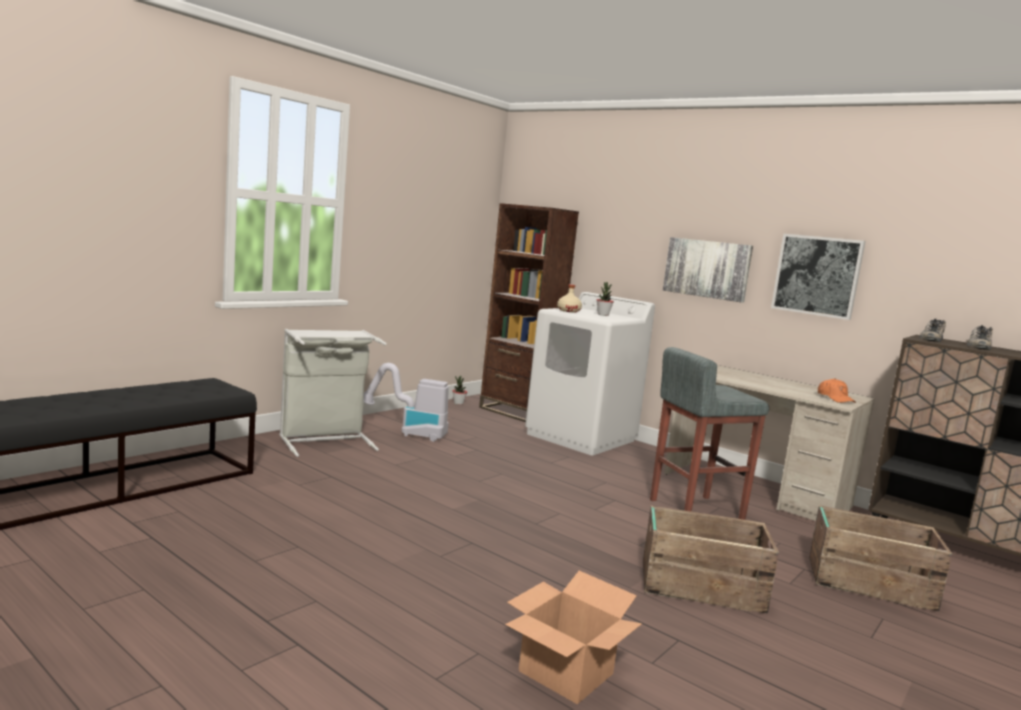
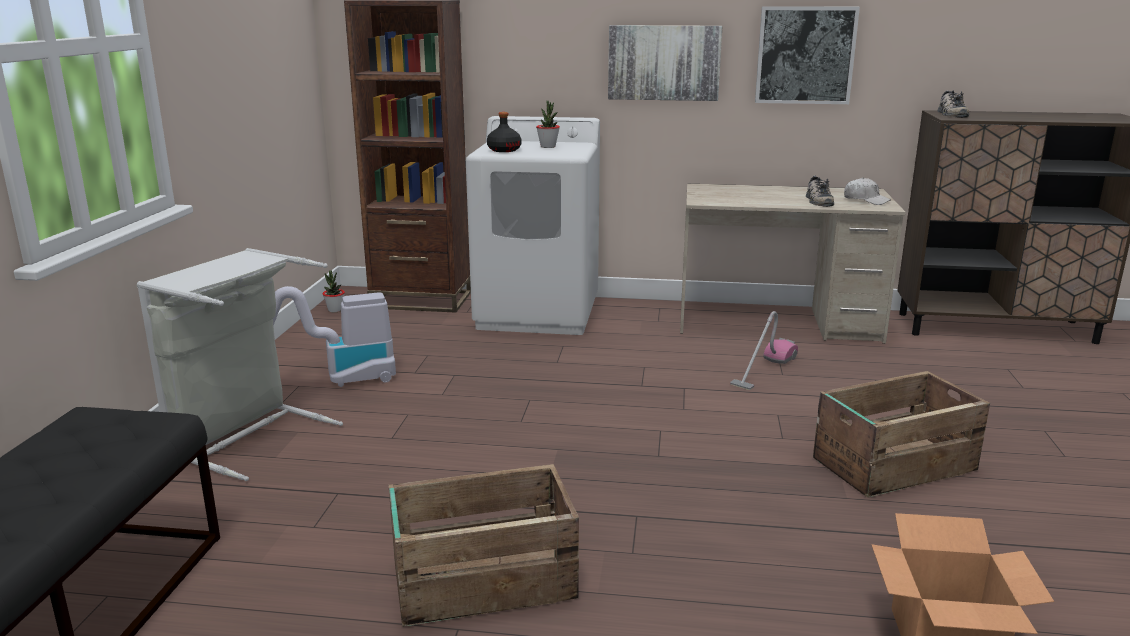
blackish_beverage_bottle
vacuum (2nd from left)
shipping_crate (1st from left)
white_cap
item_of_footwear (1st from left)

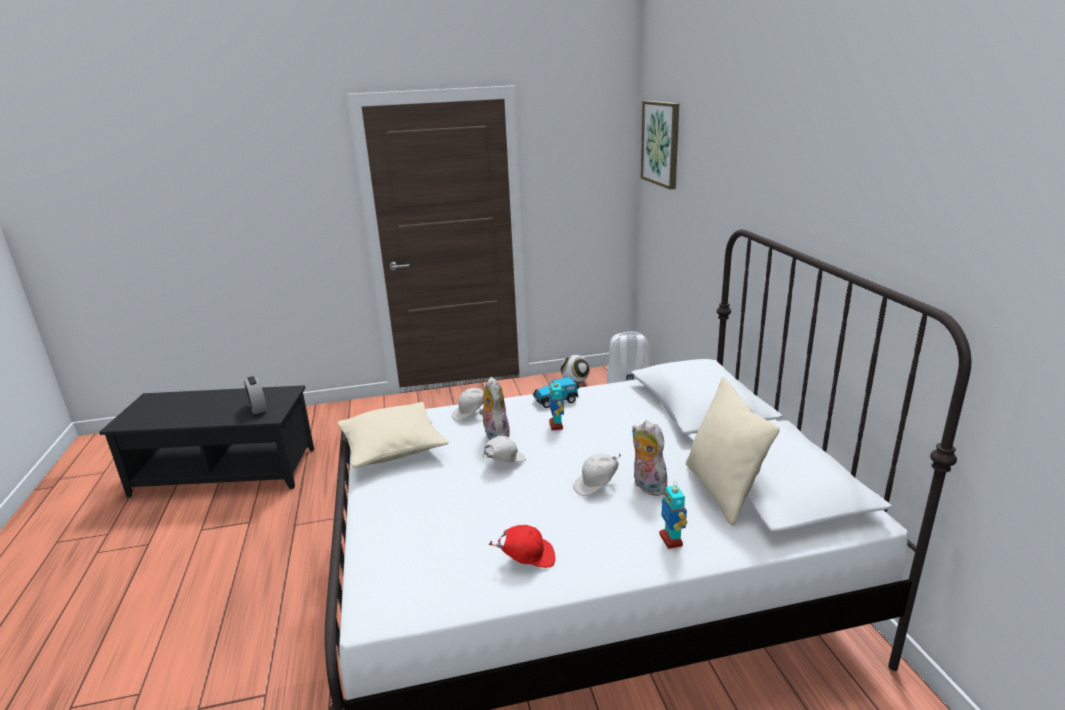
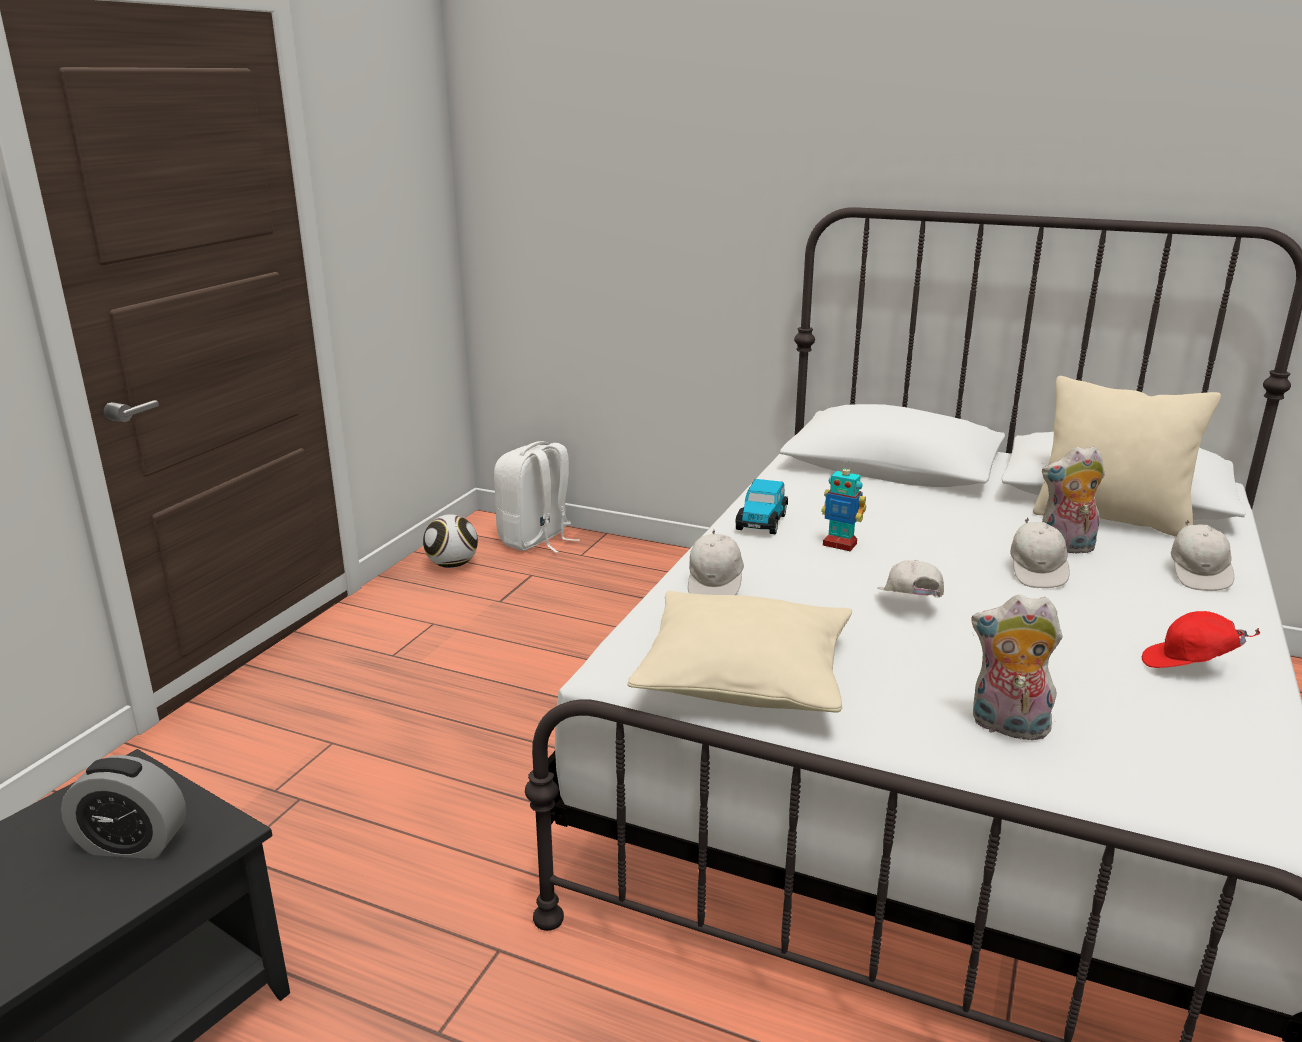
plush_toy (1st from left)
red-coloured_cap
wall_picture
white_cap (4th from left)

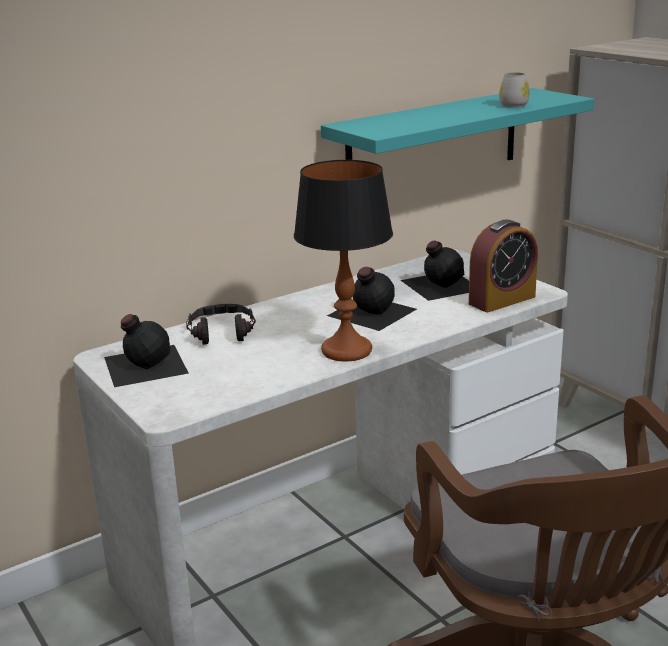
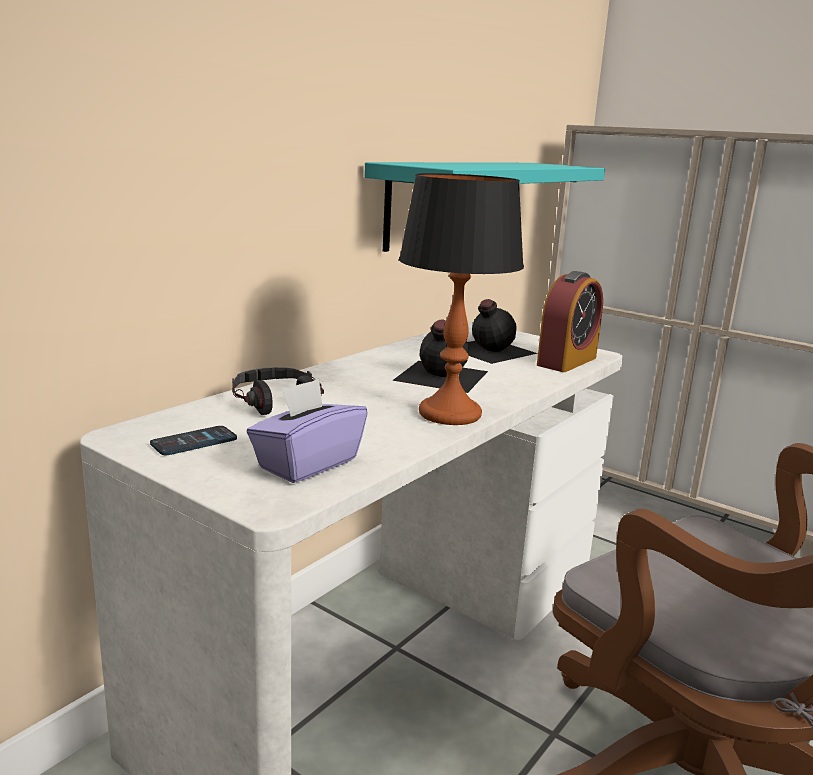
phone
white_tea_mug
purplish_box_of_tissues

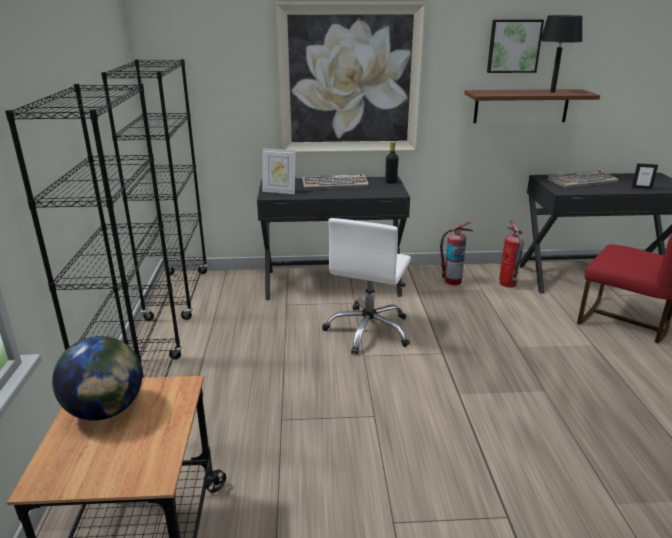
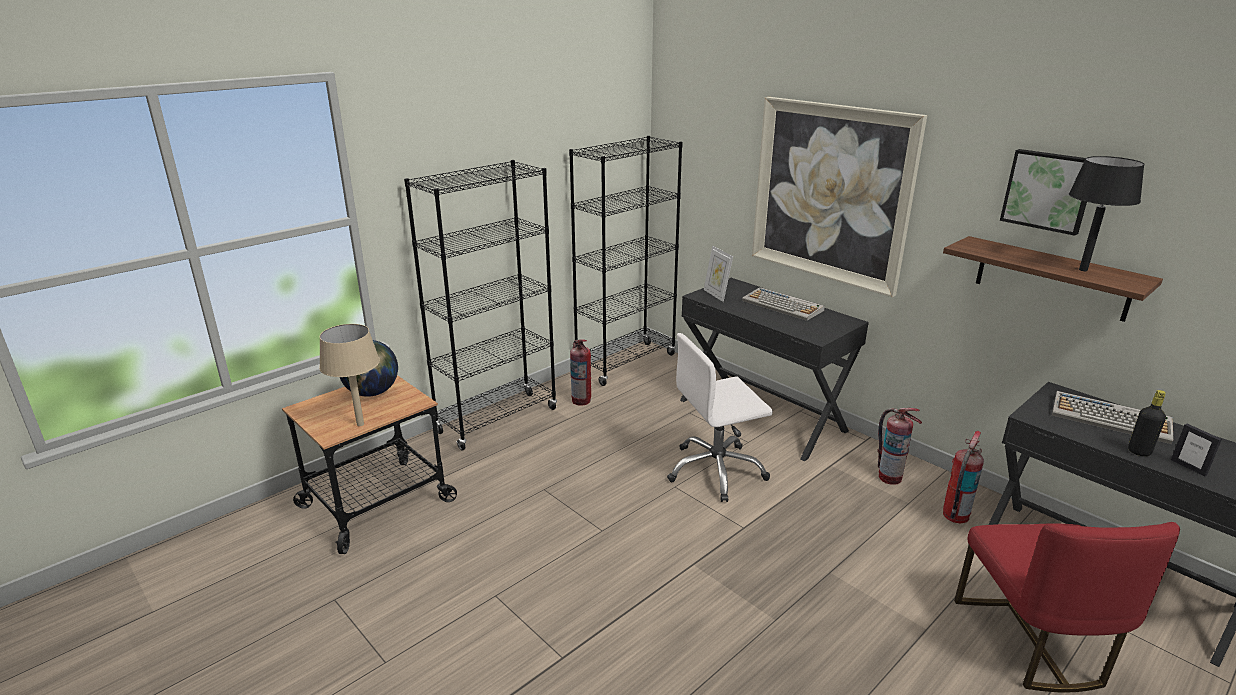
blackish_beverage_bottle
sand-coloured_tabletop_lamp
extinguisher (1st from left)

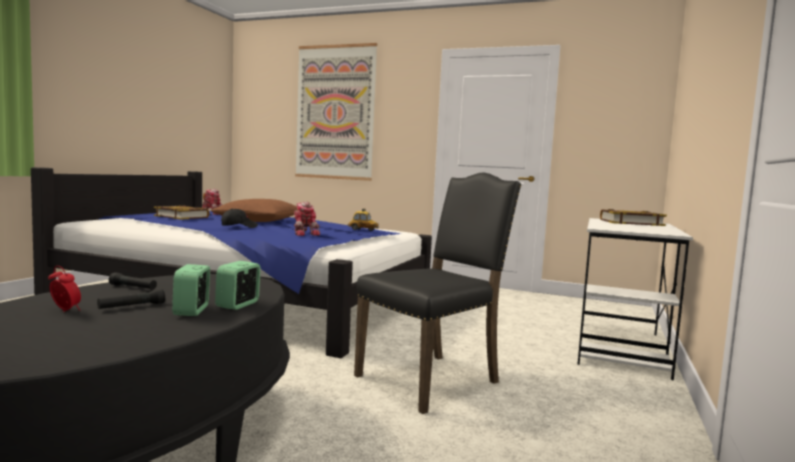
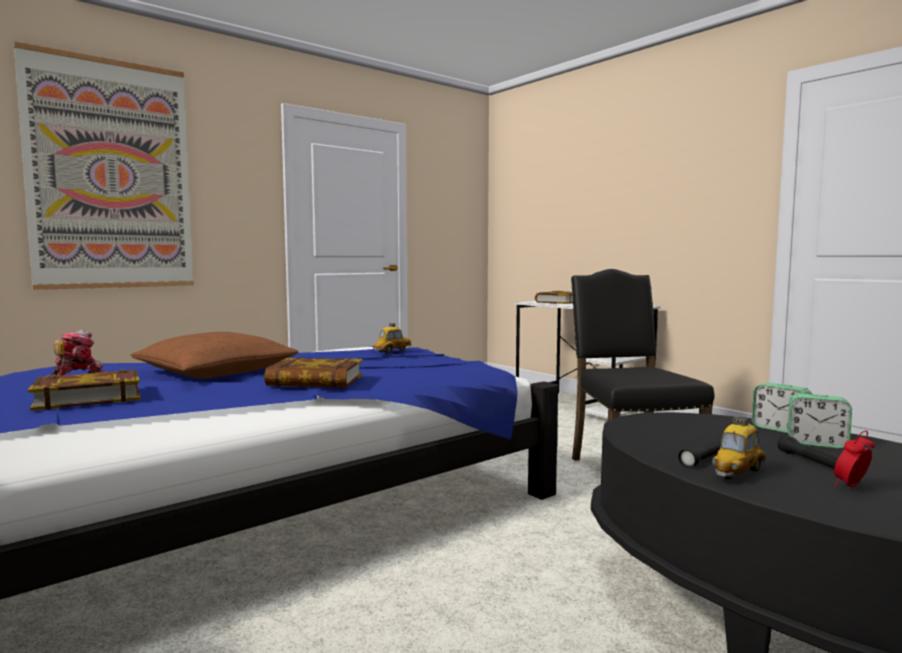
bound_book (2nd from left)
toy_robot (2nd from left in the first image)
model_car (2nd from left)

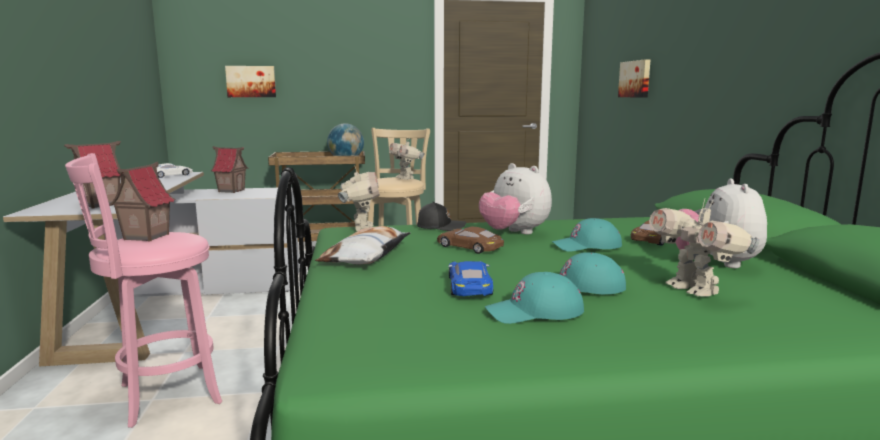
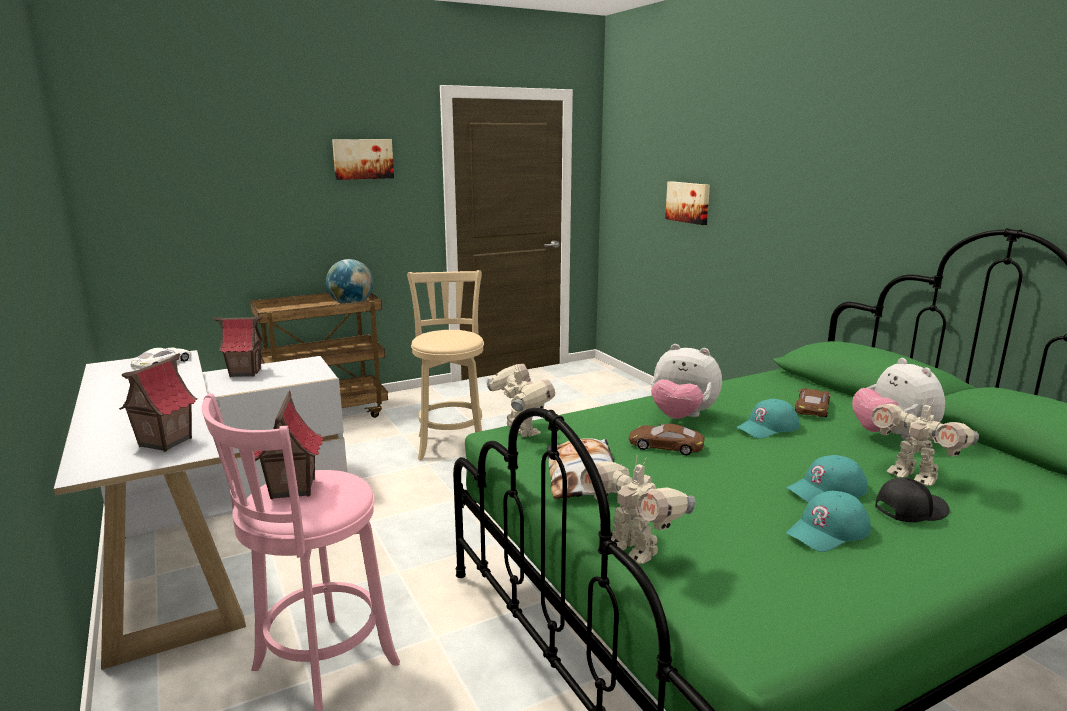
wall_picture (1st from left)
toy_robot (2nd from left)
blackish_cap
blue_model_car

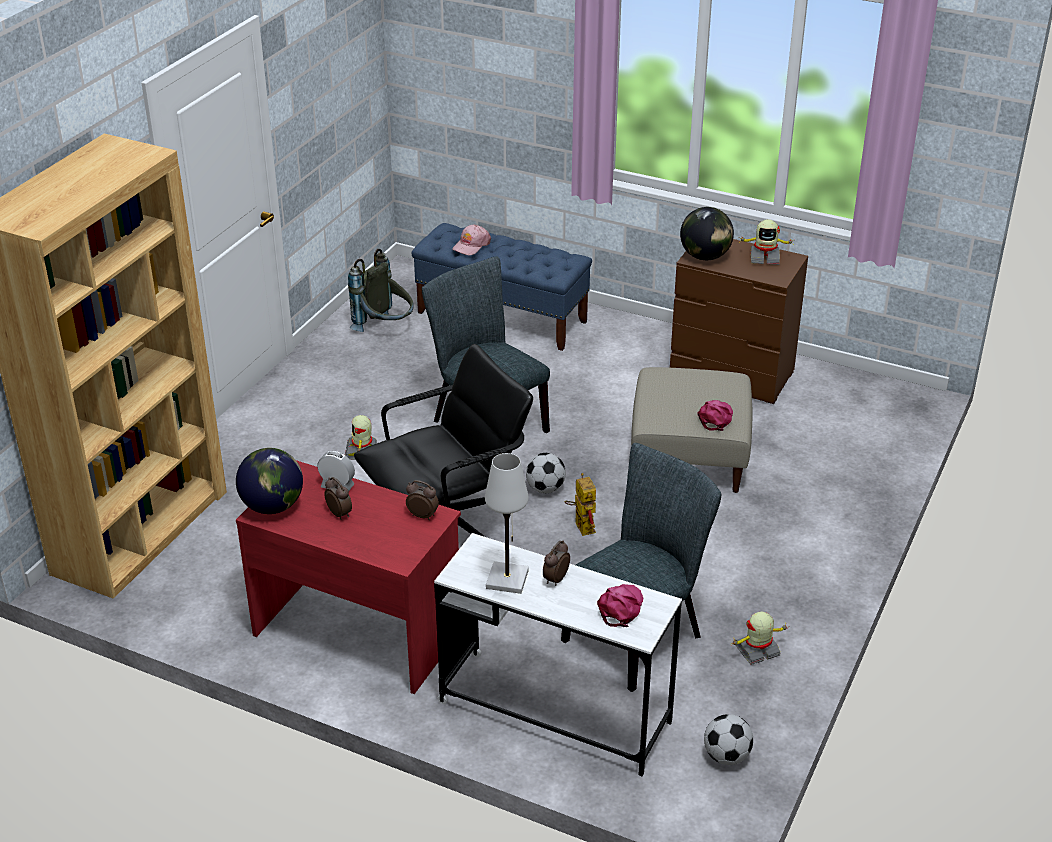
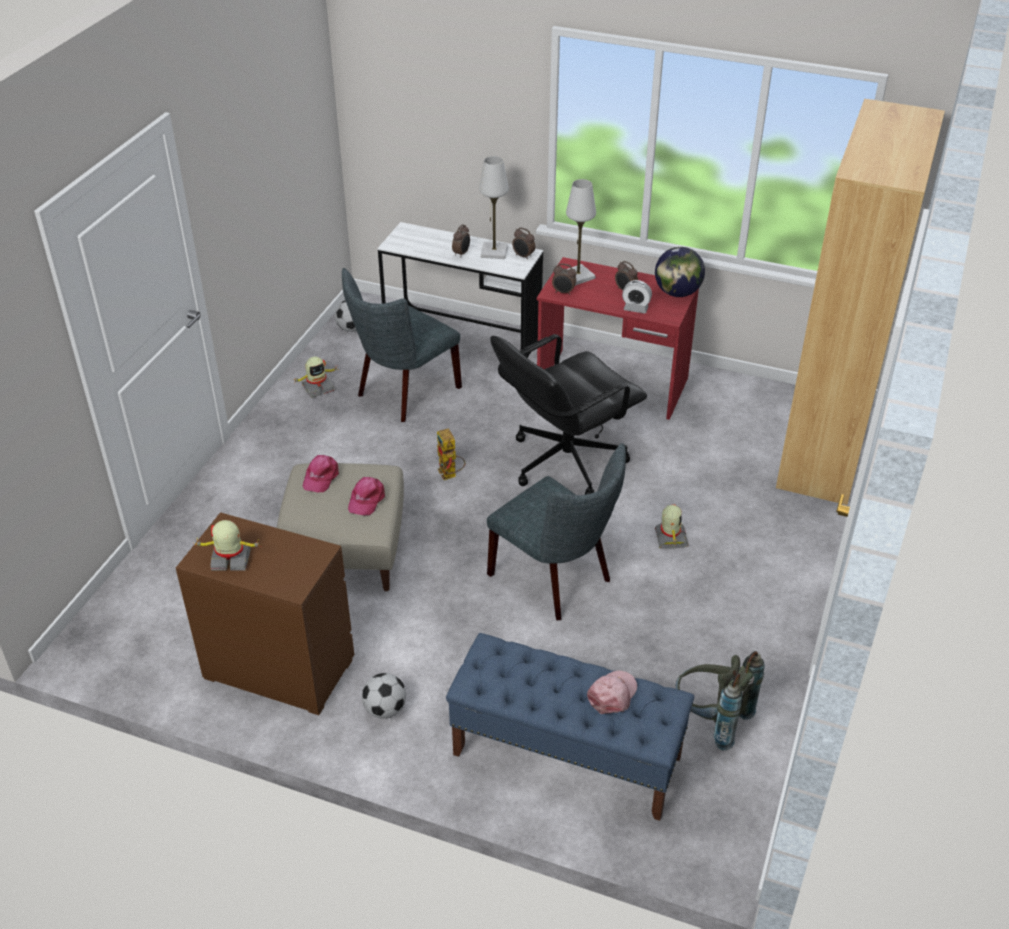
football (2nd from left)
pink-coloured_cap (2nd from left)
world_globe (2nd from left in the first image)
table_clock (2nd from left)
white_tabletop_lamp (2nd from left)

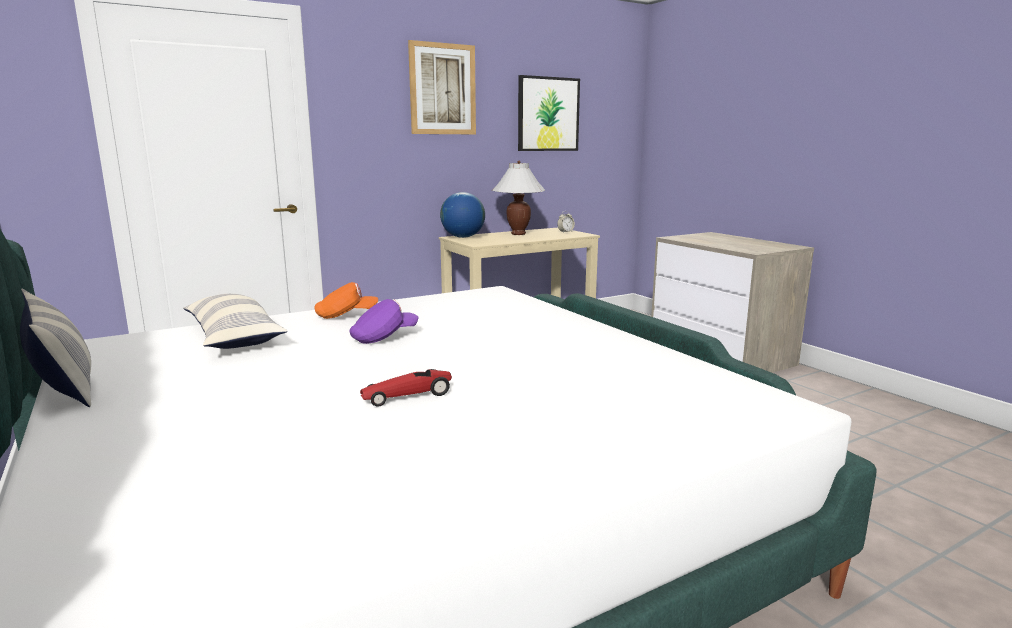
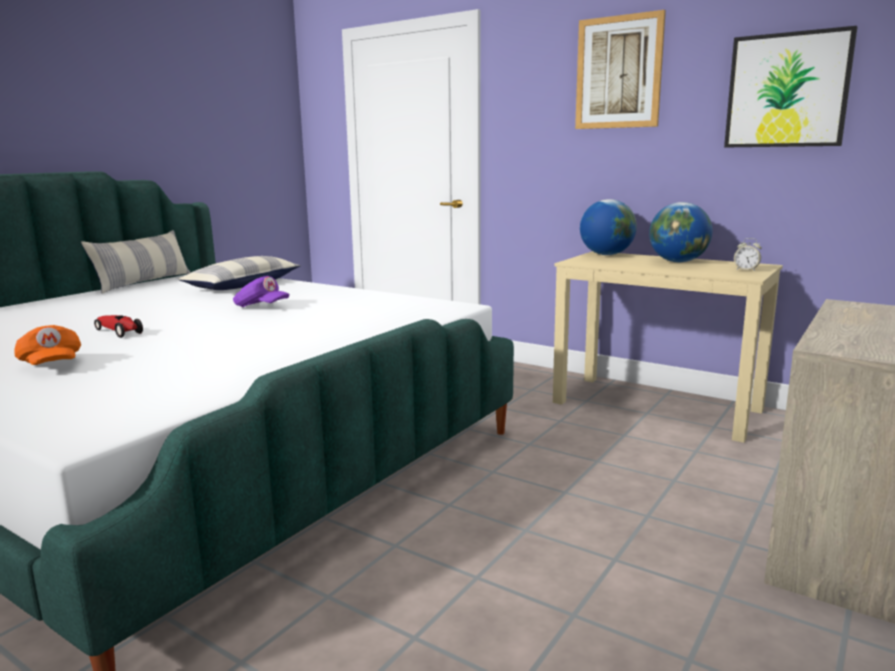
orangey_cap
world_globe (2nd from left)

